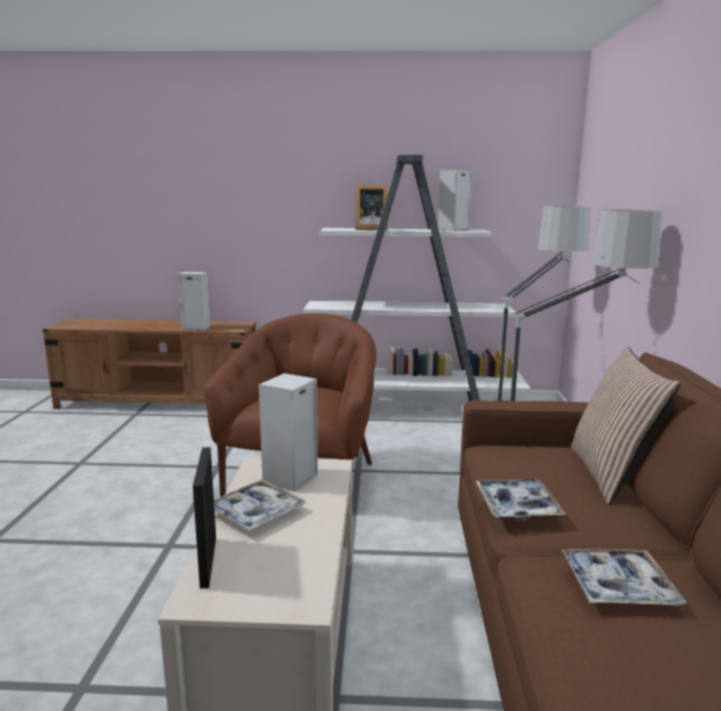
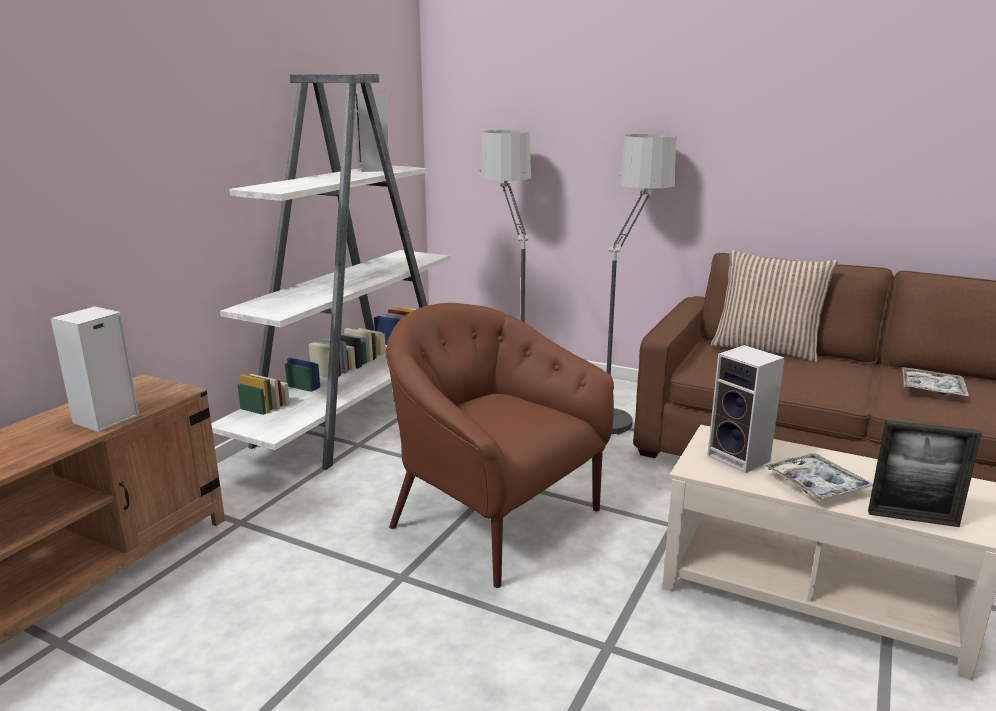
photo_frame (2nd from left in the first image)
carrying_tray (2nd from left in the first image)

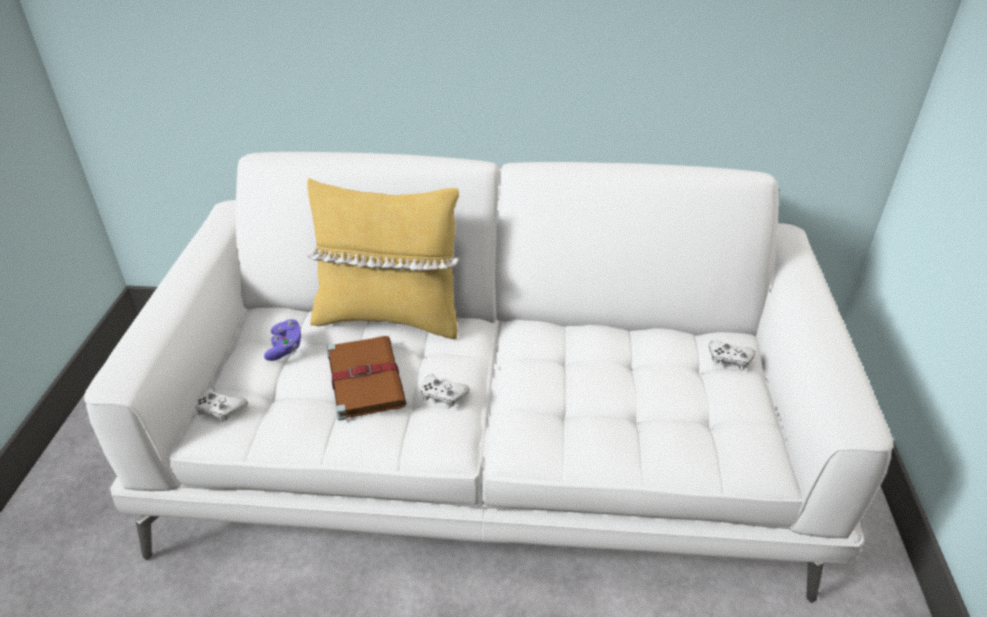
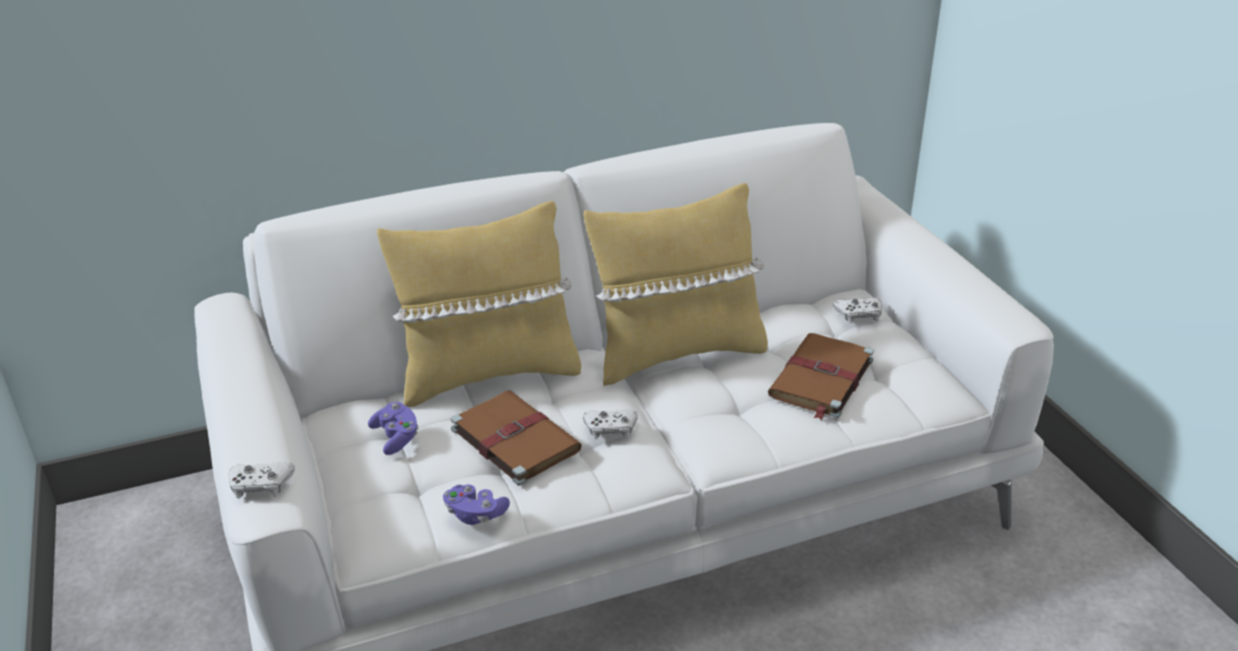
white_game_controller (1st from left)
purplish_game_controller (2nd from left)
yellowish_pillow (2nd from left)
brownish_bound_book (2nd from left)

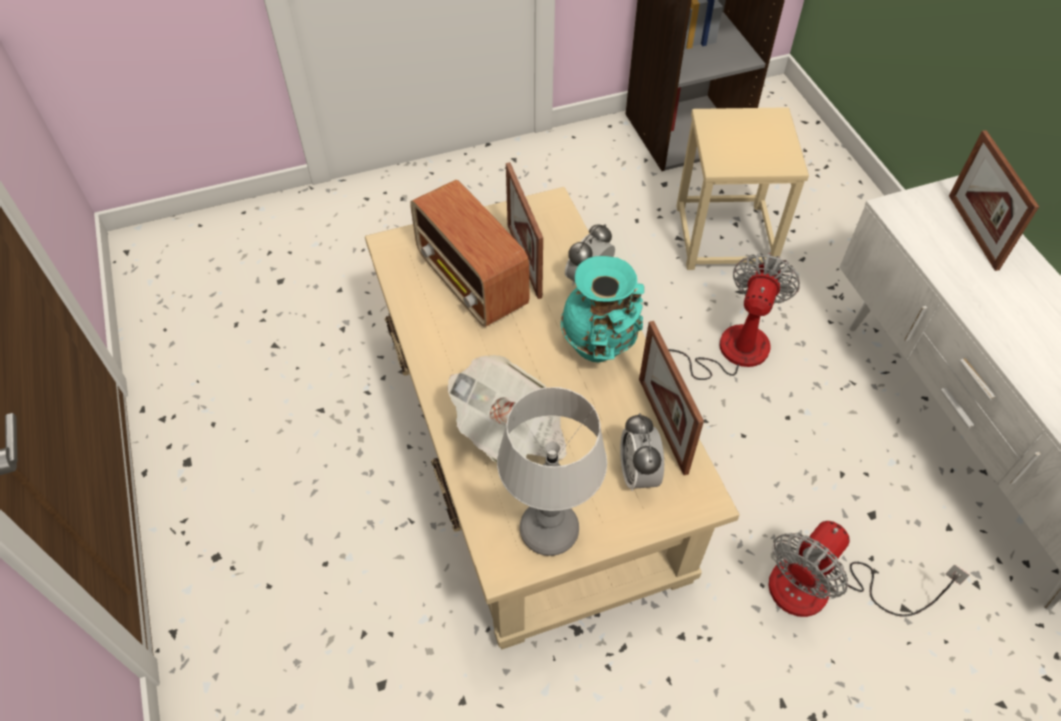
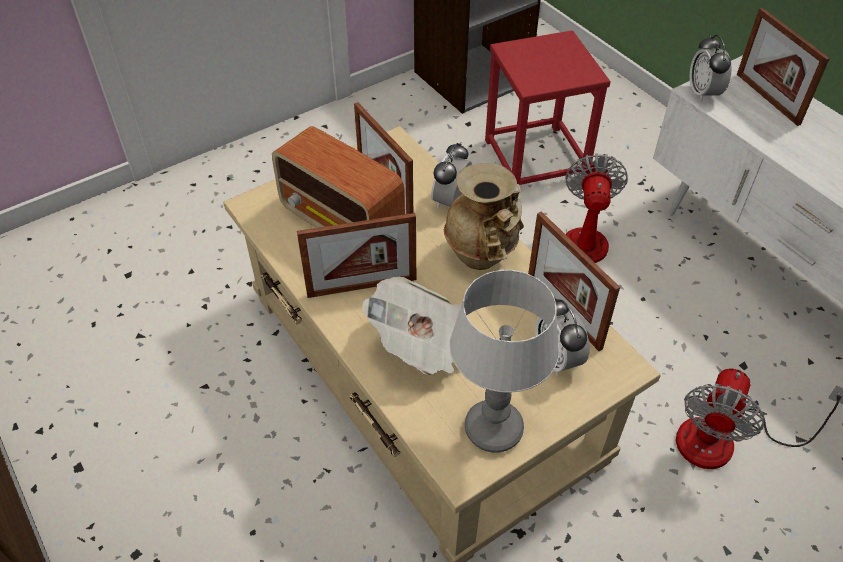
sand-coloured_vase
red-coloured_stool
photo_frame (1st from left)
table_clock (3rd from left)

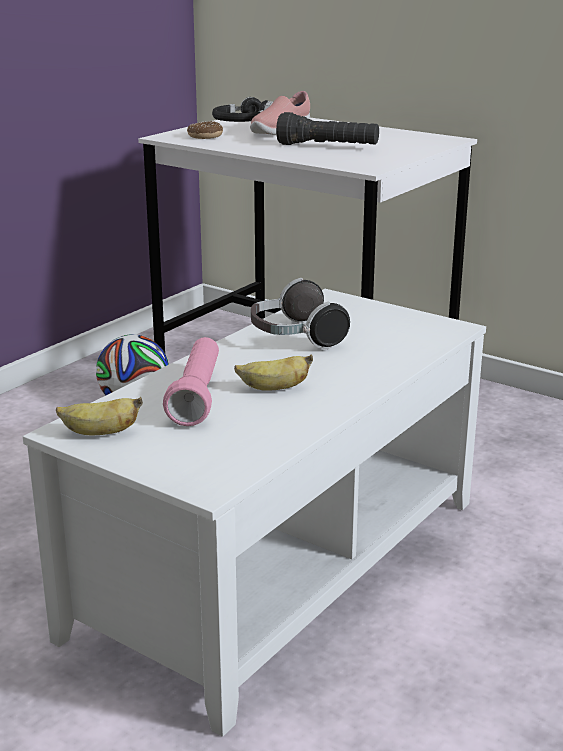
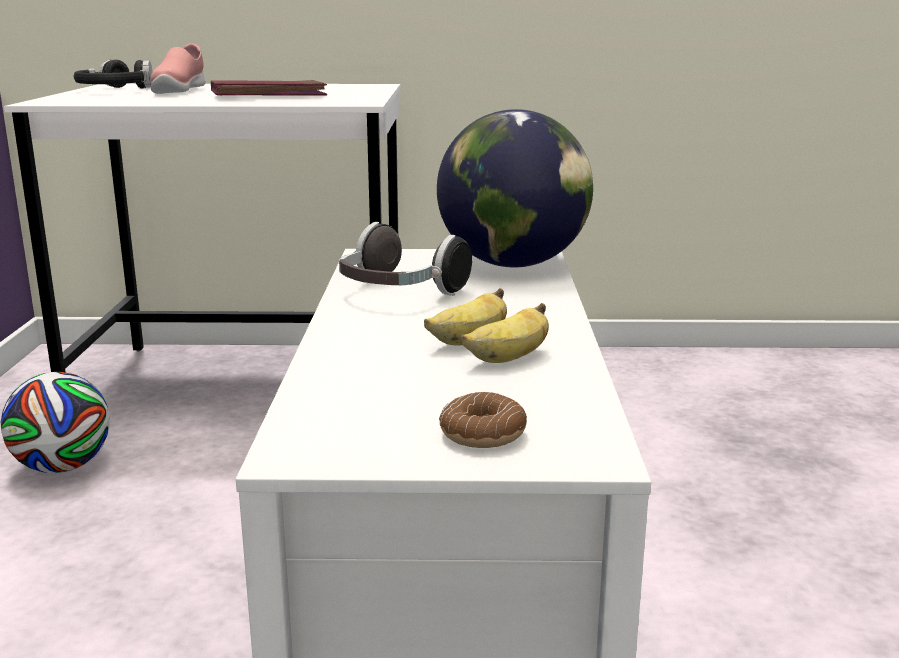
whole_banana (2nd from left)
pink-coloured_torch
doughnut
red-coloured_bound_book
world_globe

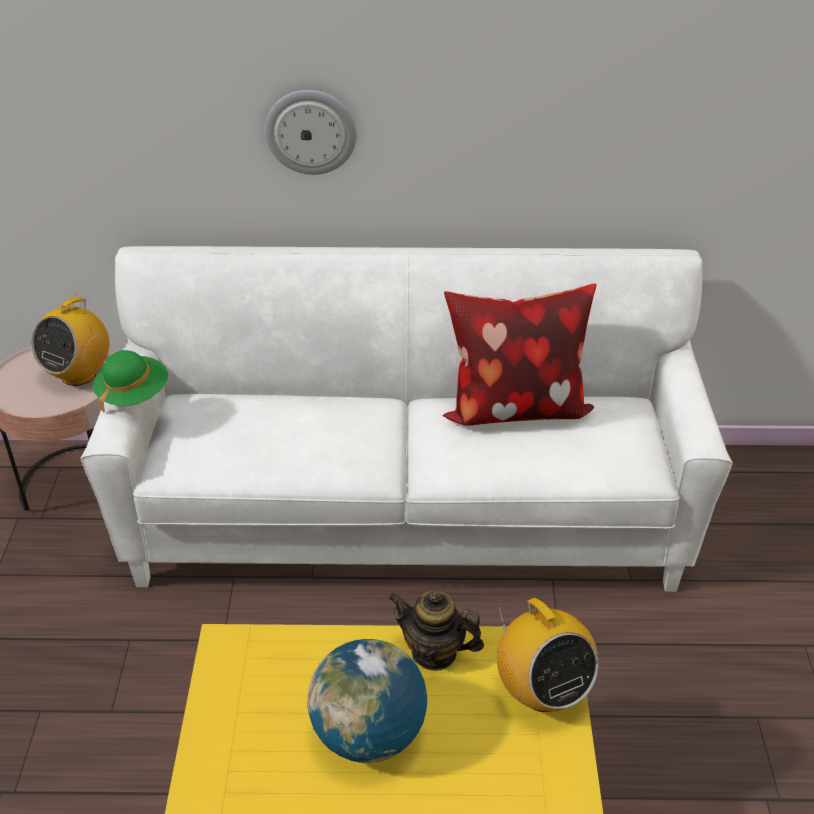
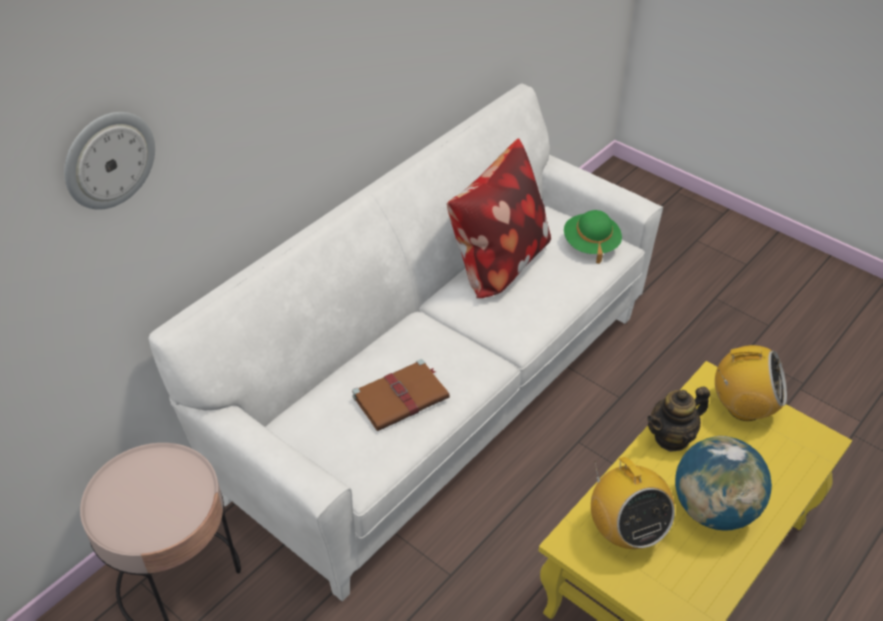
radio (1st from left)
green_hat
wall_clock
brownish_bound_book

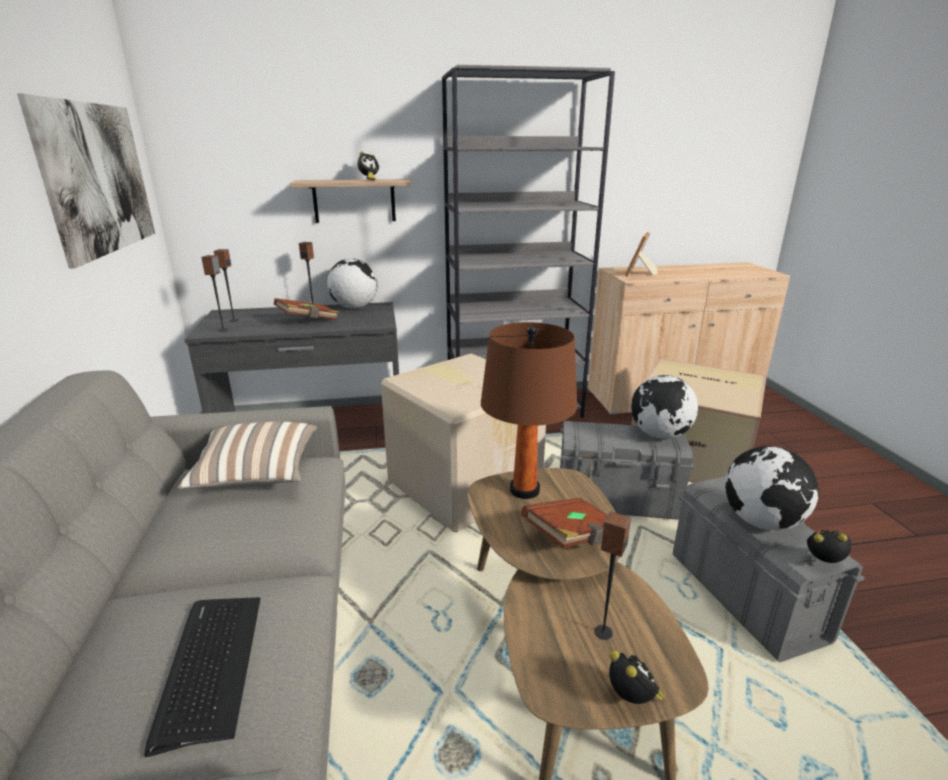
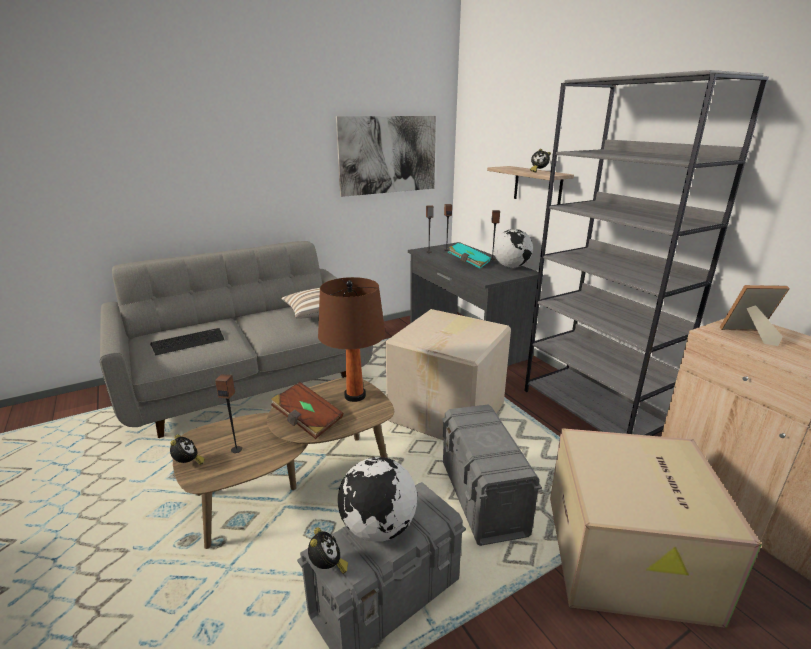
blue-green_bound_book
table_clock (1st from left)
world_globe (2nd from left in the first image)

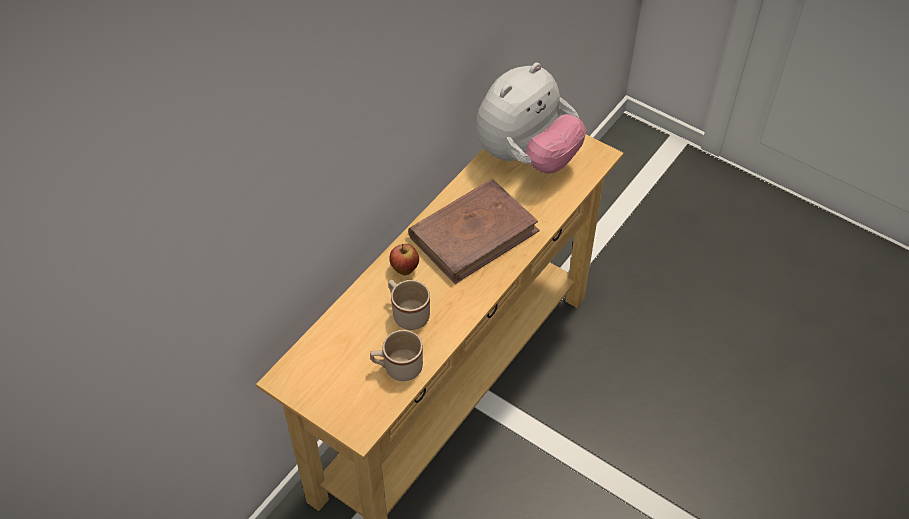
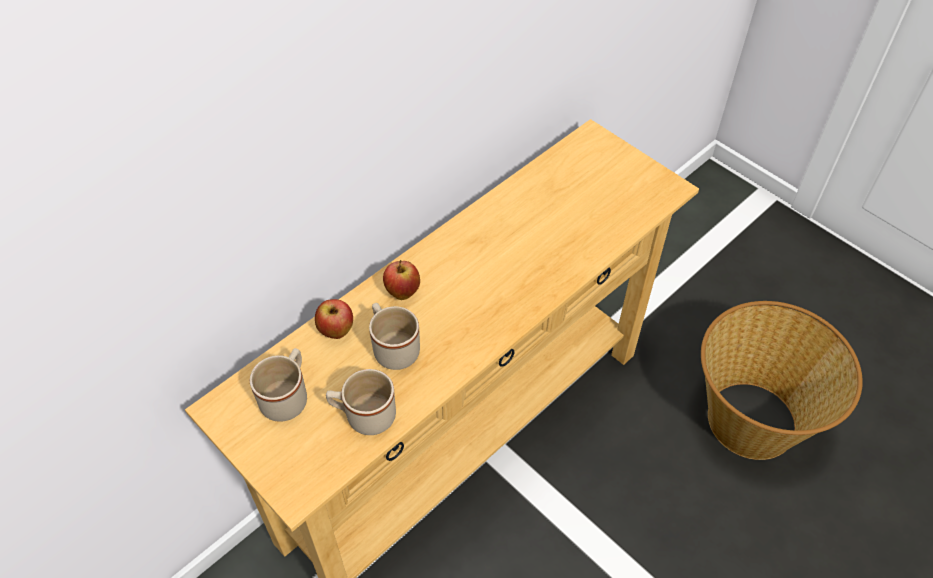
brownish_bound_book
plush_toy
sand-coloured_tea_mug (1st from left)
apple_fruit (1st from left)
household_basket

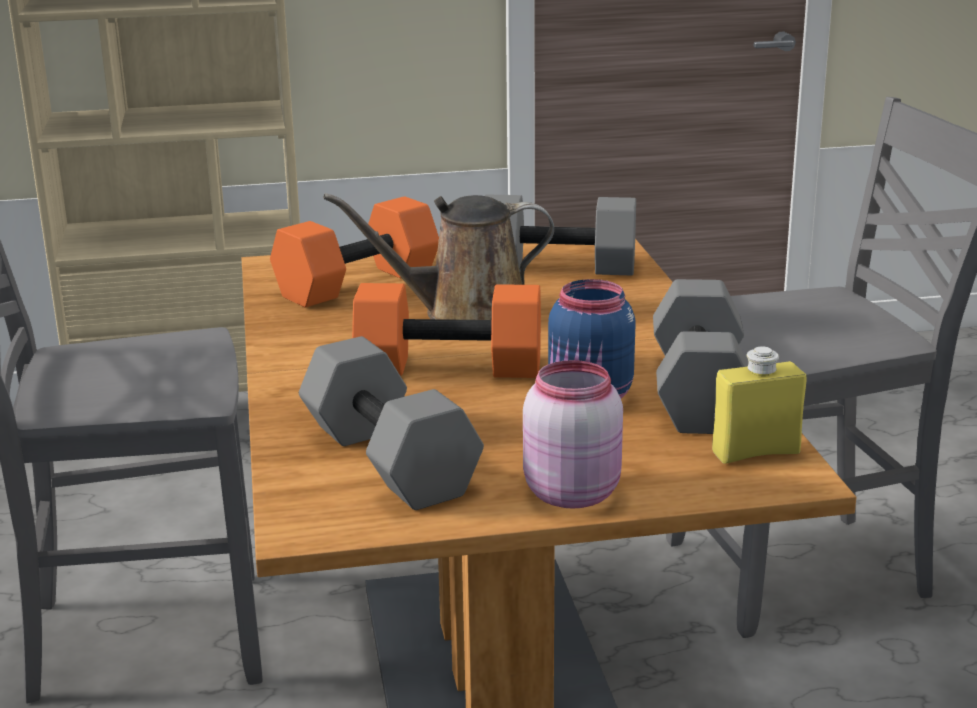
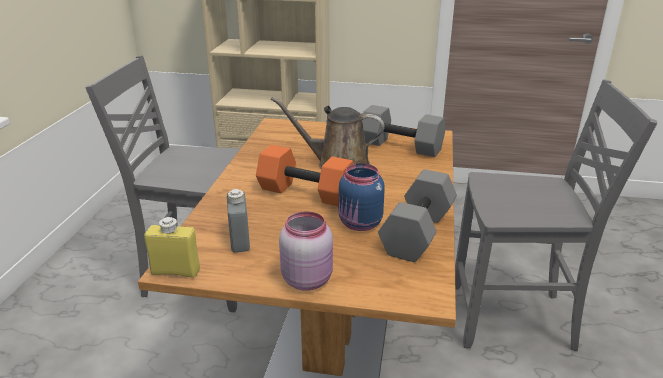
orangey_hand_weight (1st from left in the first image)
grey_beverage_bottle
yellowish_beverage_bottle

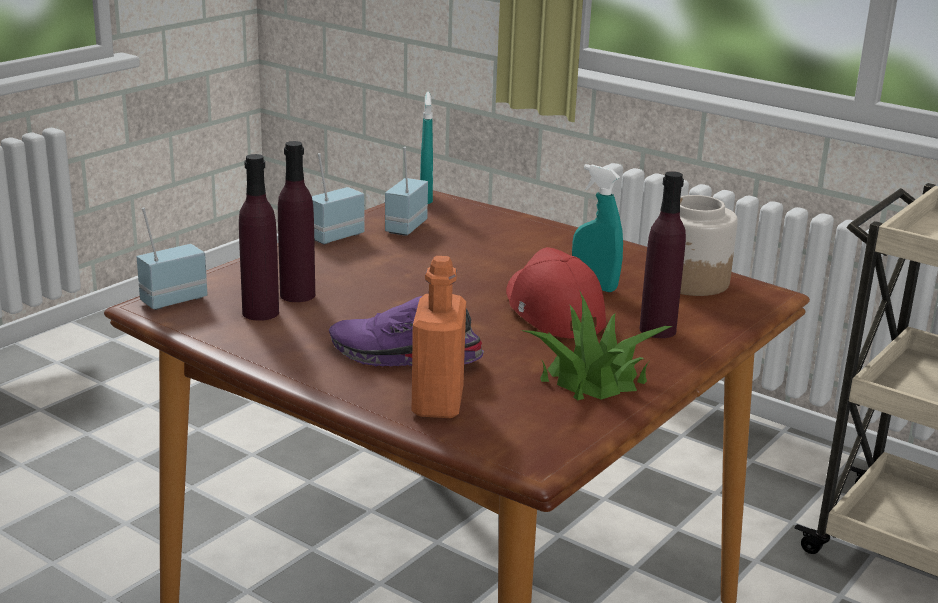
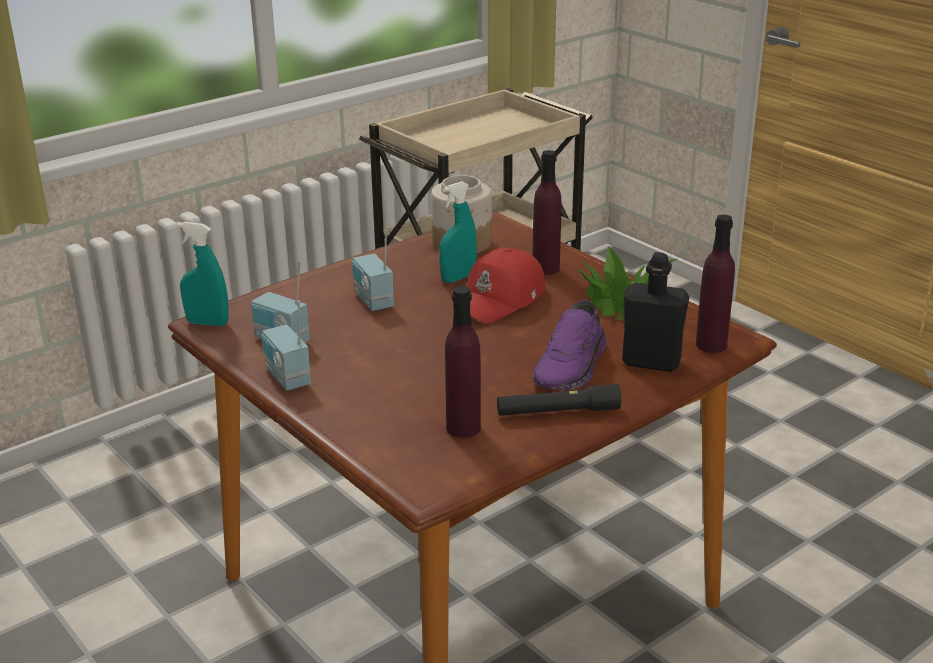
radio (3rd from left)
purplish_beverage_bottle (3rd from left)
blackish_beverage_bottle
red-coloured_cap
blackish_torch

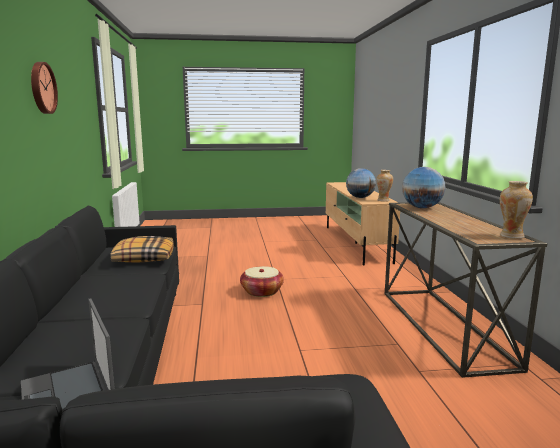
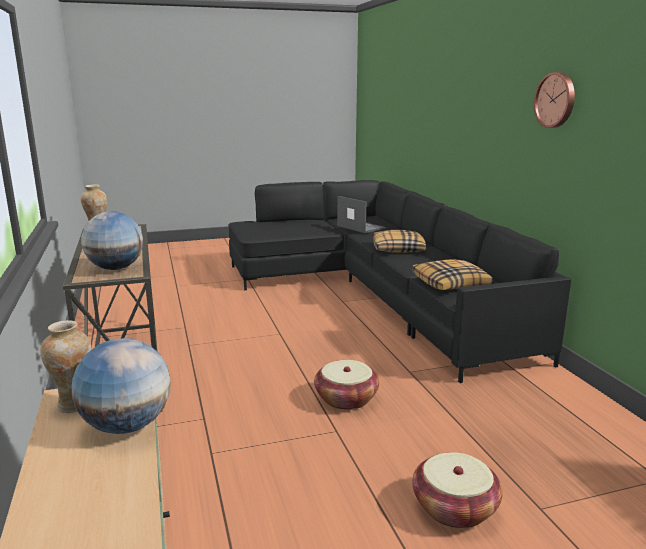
pillow (1st from left)
household_basket (2nd from left)

